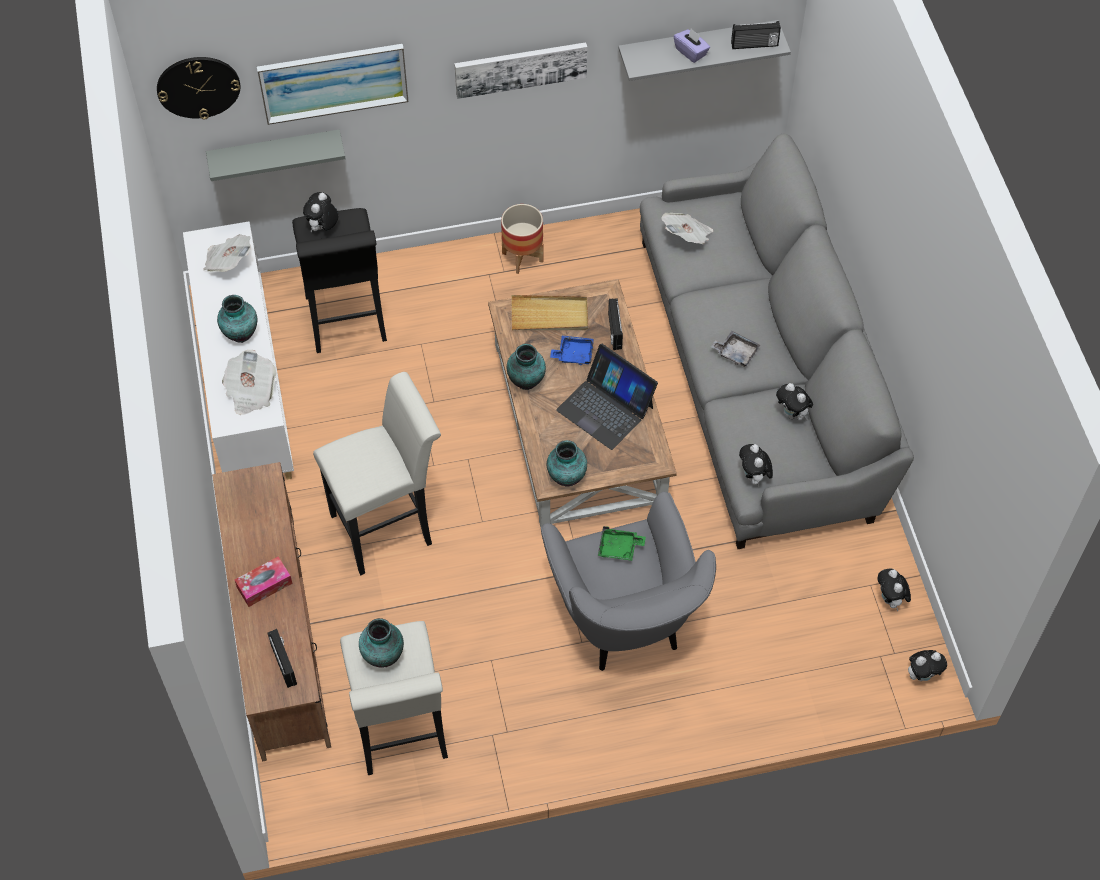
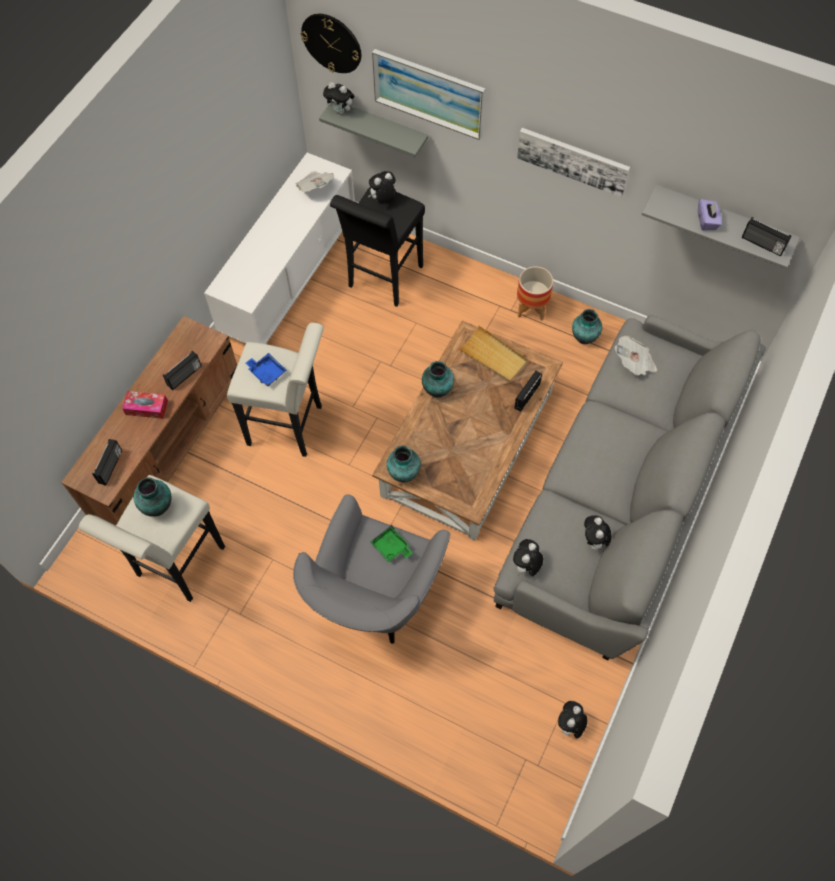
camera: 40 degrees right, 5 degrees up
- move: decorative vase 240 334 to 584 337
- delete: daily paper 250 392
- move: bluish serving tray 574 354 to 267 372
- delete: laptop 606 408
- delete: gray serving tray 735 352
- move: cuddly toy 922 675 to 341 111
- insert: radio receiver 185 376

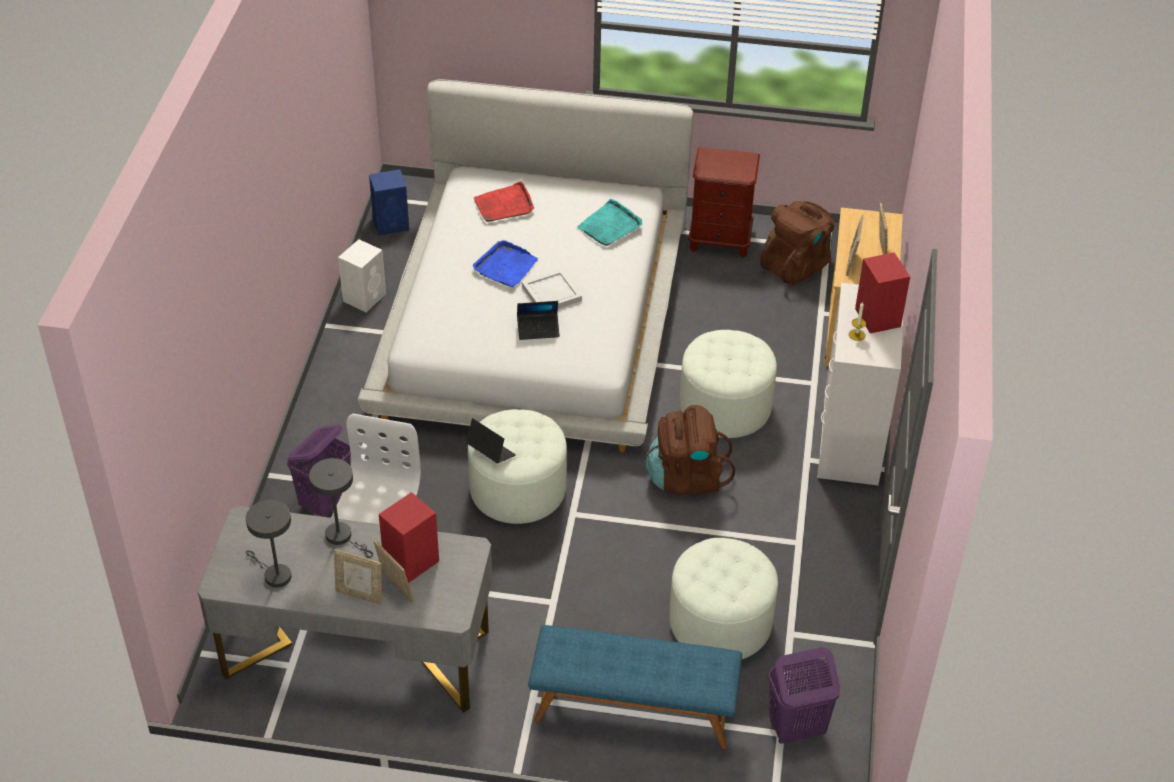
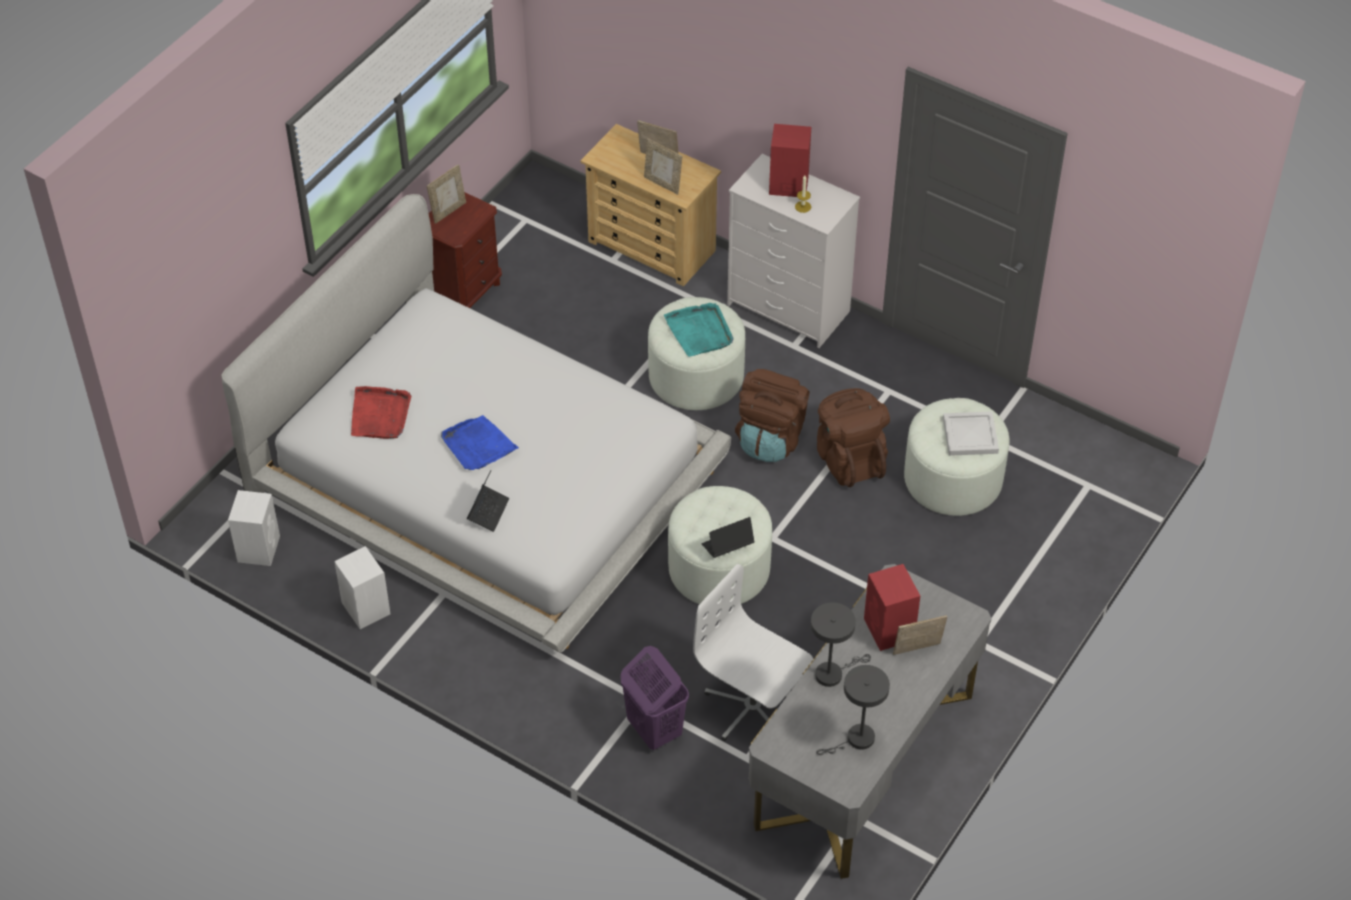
camera: 65 degrees left, 5 degrees up
- move: standing frame 360 595 to 448 211
- recolor: bluish audio speaker 392 224 to white audio speaker 259 548
- move: laptop 538 329 to 488 511
- move: white serving tray 551 294 to 971 436
- delete: bluish indoor bench 633 710
- move: turquoise-coloured serving tray 610 226 to 700 331
- move: brown backpack 796 265 to 849 459
- delete: purplish washing basket 795 728

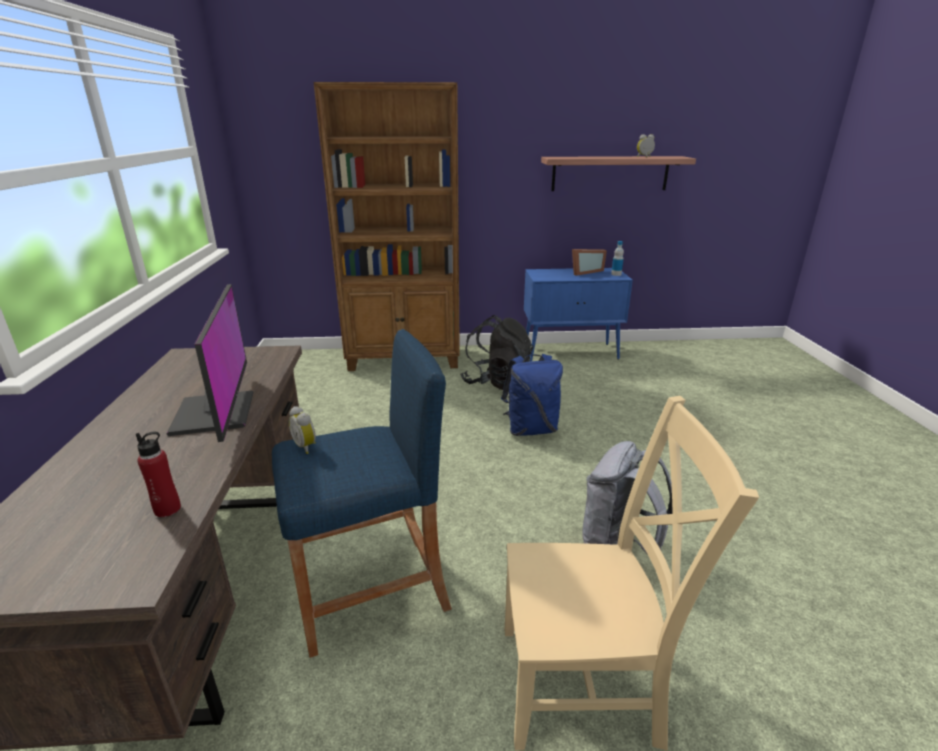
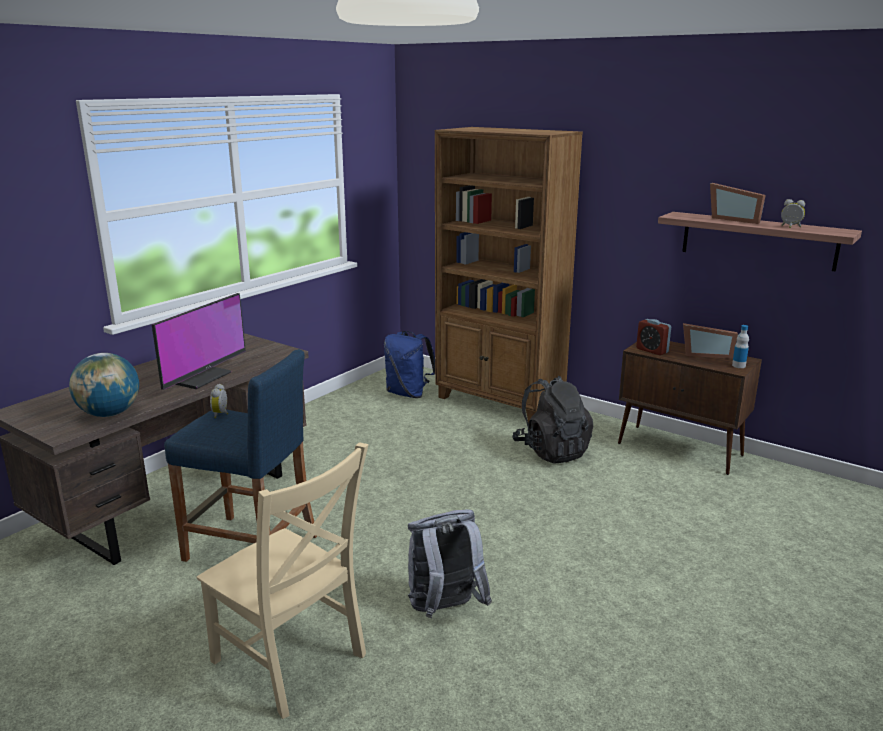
camera: 40 degrees right, 5 degrees down
- replace: red-coloured drink bottle 167 509 to world globe 109 414
- move: bluish backpack 531 429 to 408 393
- recolor: bluish cupboard 571 352 to brown cupboard 680 450
- insert: alarm clock 652 350
- insert: standing frame 735 219

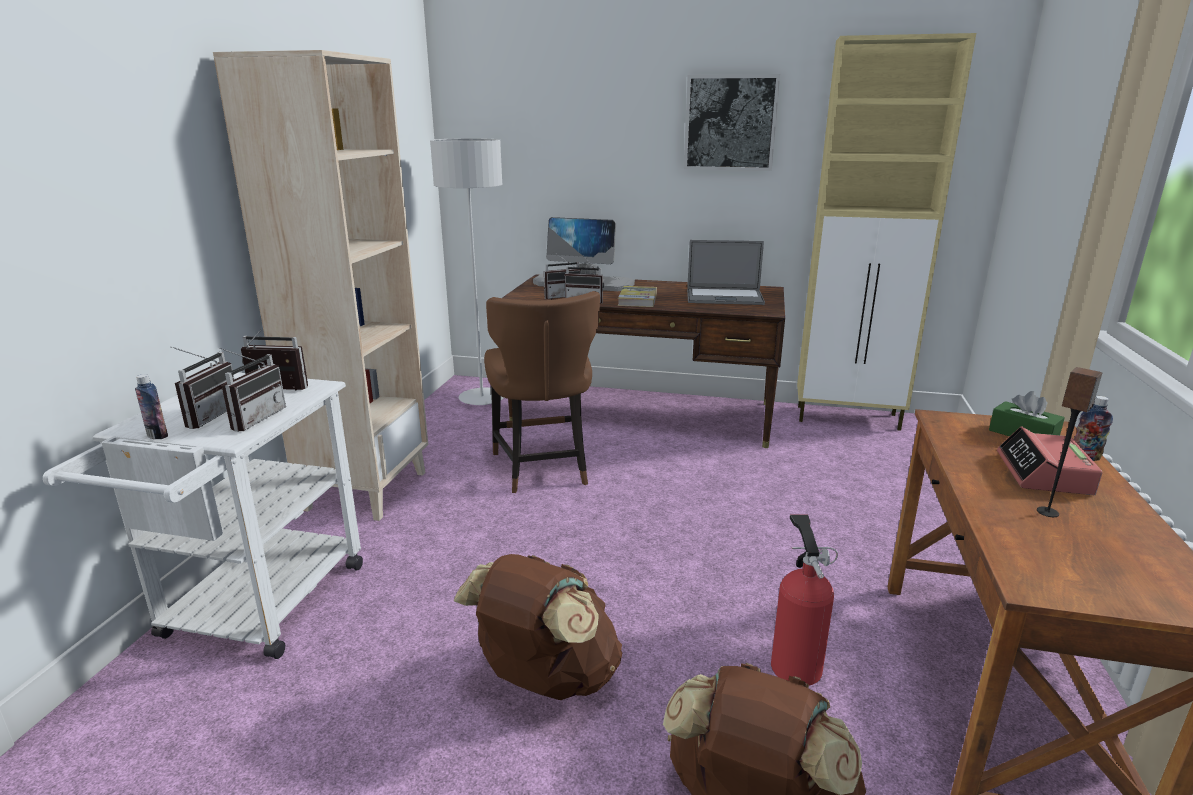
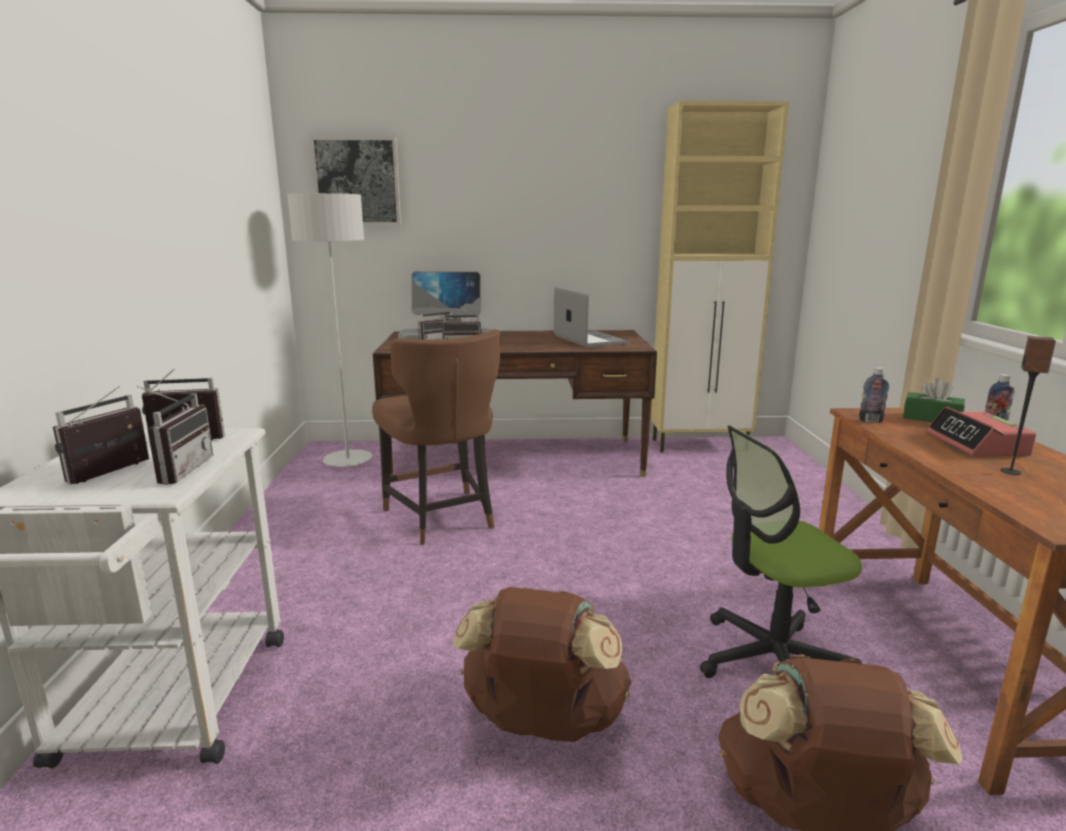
camera: 15 degrees left, 5 degrees down
- move: drink bottle 157 435 to 870 421
- rotate: radio receiver 207 416 = 114 474 150 degrees counterclockwise
- delete: beige-coloured bookshelf 366 490
- delete: bound book 637 299
- move: wall art 730 123 to 357 181
- rotate: laptop 724 297 = 590 340 105 degrees counterclockwise
- replace: fire-fighting cylinder 795 663 to office chair 772 662

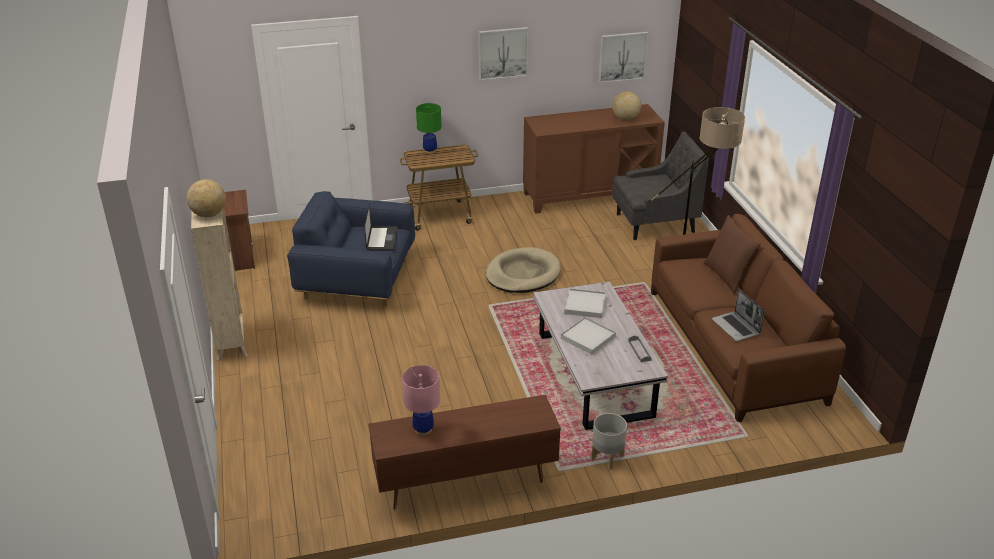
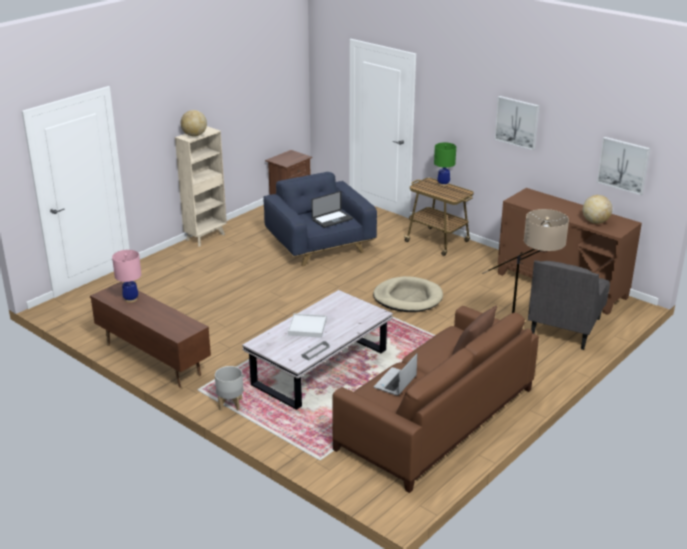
camera: 55 degrees right, 5 degrees down
- delete: white serving tray 584 305
- rotate: gray lounge chair 654 223 = 565 327 75 degrees clockwise

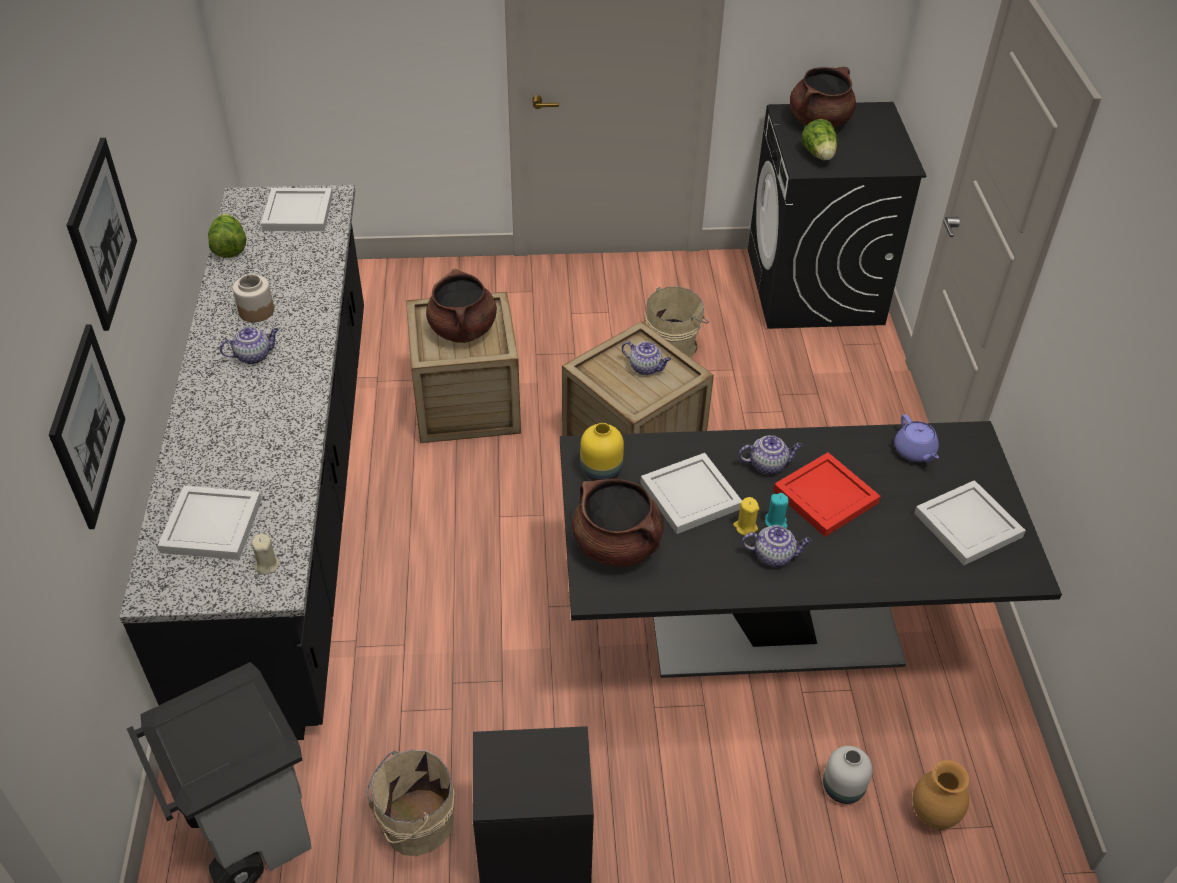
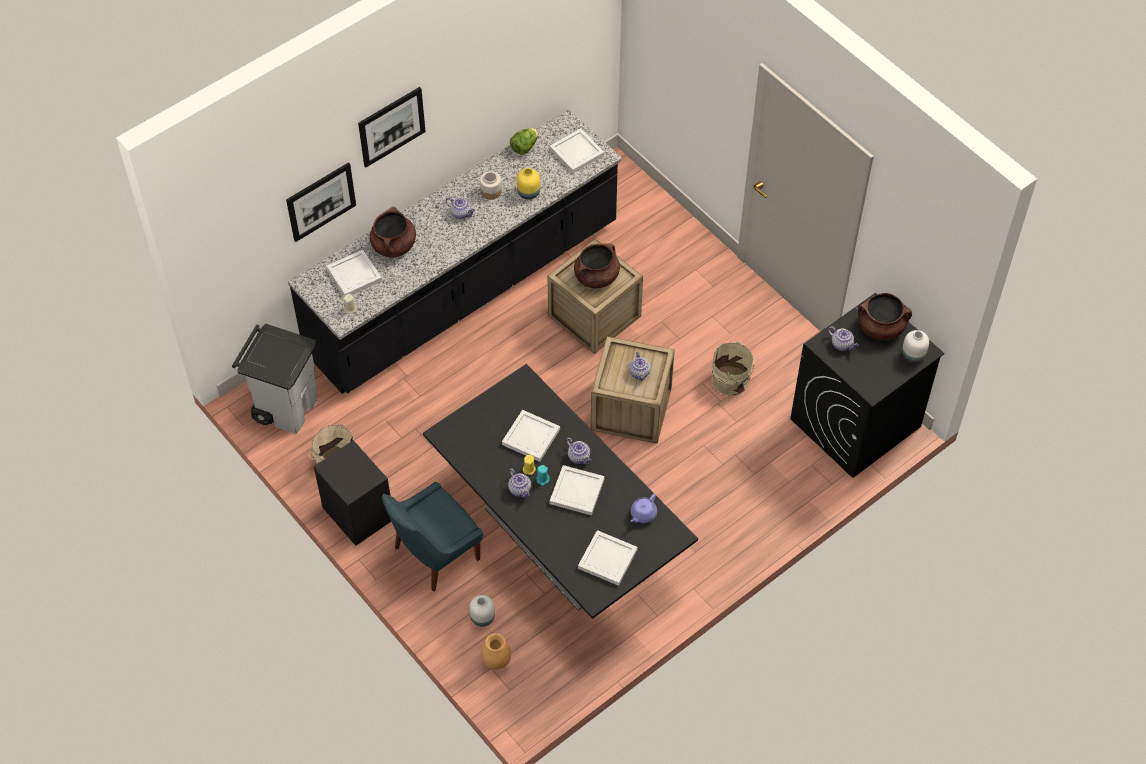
camera: 55 degrees right, 10 degrees up
- move: brown cooking pot 617 545 to 394 246
- move: yellow-coloured decorative vase 602 471 to 528 193
- recolor: red-coloured serving tray 823 496 to white serving tray 576 490
- replace: head of lettuce 819 155 to teapot 842 344
- insert: bluish upright chair 434 555
- insert: white decorative vase 912 355

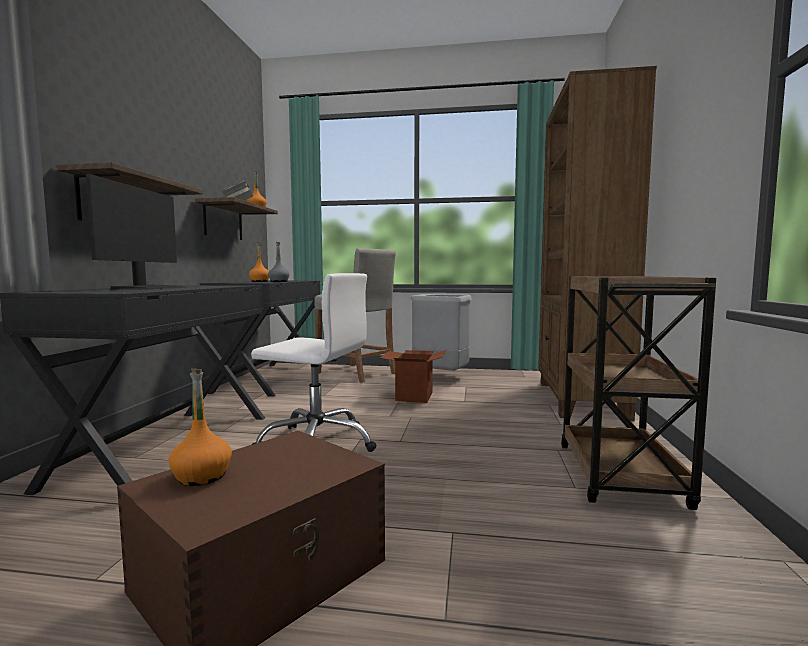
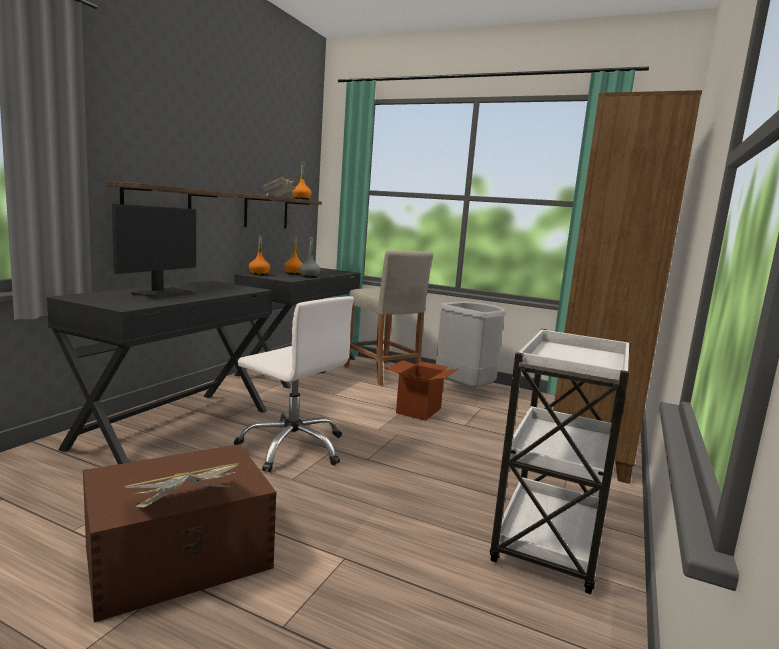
camera: 15 degrees right, 5 degrees up
- move: orange drink bottle 202 476 to 259 274
- recolor: brown trolley 620 476 to white trolley 549 542
- insert: bound book 183 504

